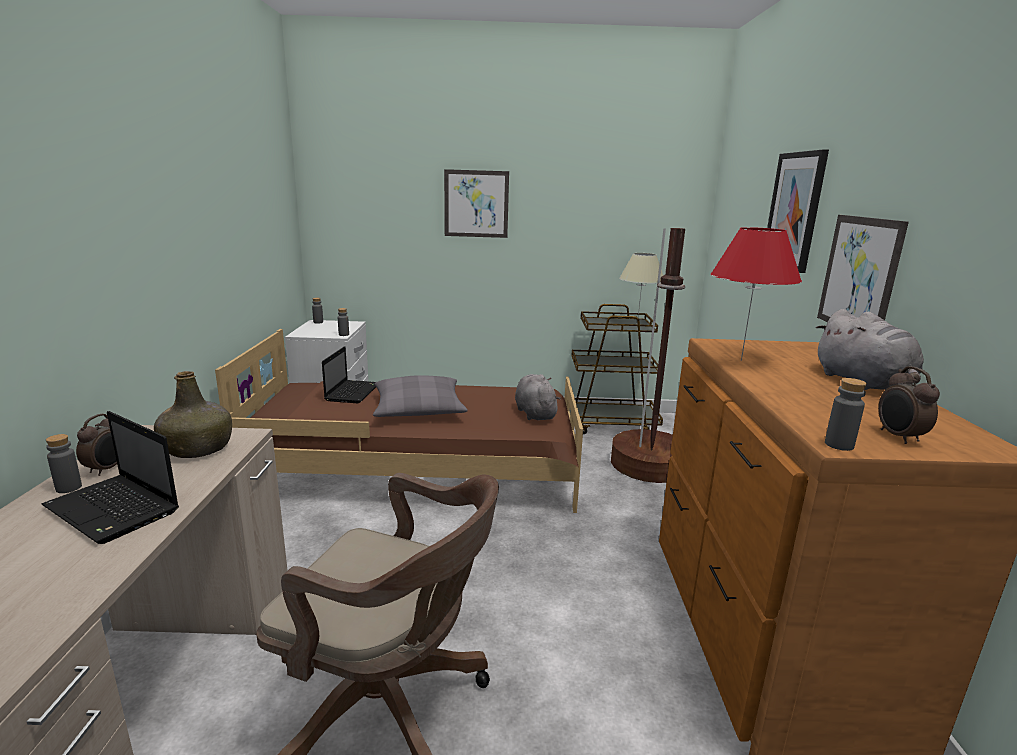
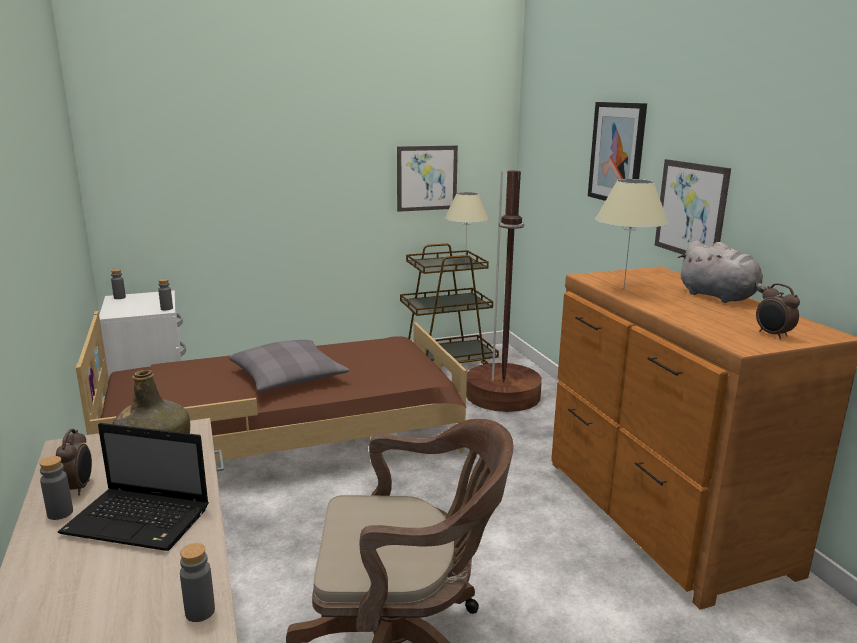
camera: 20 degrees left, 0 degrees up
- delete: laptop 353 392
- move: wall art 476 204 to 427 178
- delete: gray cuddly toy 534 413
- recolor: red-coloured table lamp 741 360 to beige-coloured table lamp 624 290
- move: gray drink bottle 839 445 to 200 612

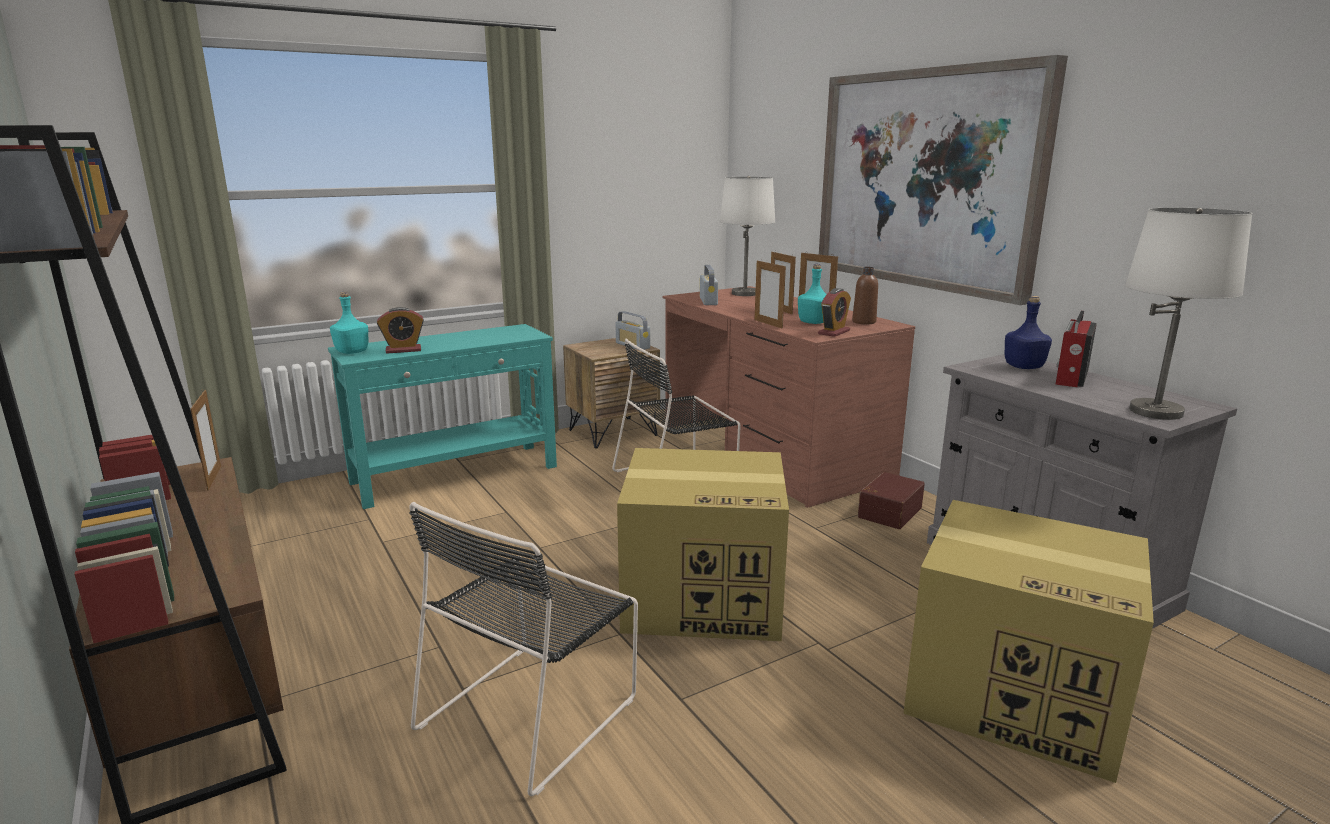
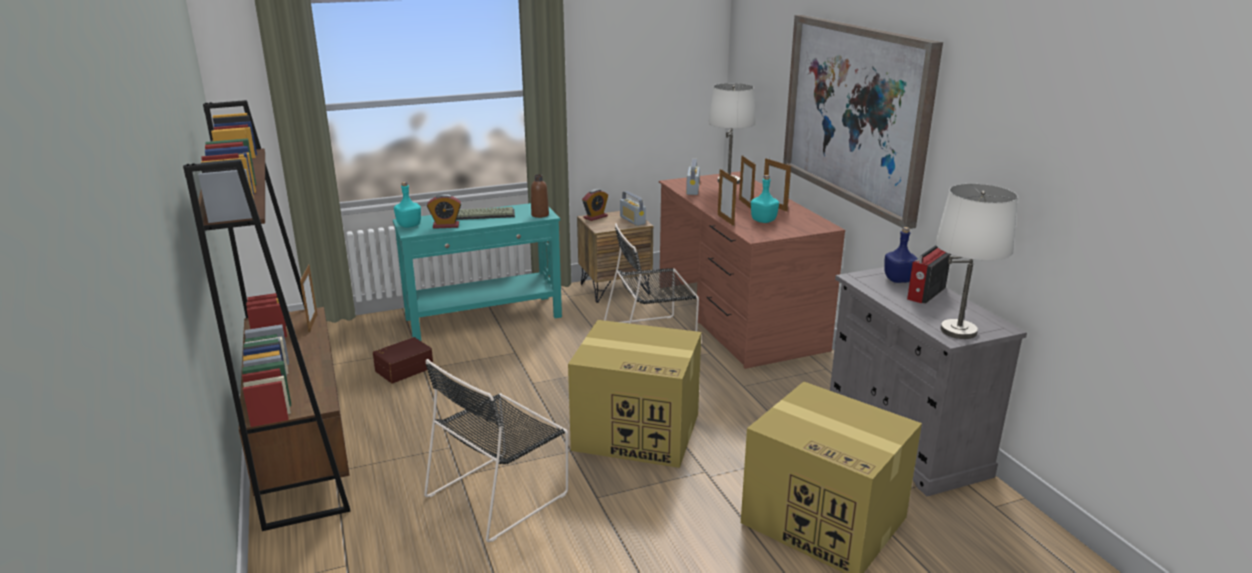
camera: 10 degrees right, 5 degrees up
- move: alarm clock 834 332 to 595 217
- move: brown drink bottle 864 322 to 540 215
- move: brown storage box 888 512 to 403 368
- insert: computer keyboard 485 214

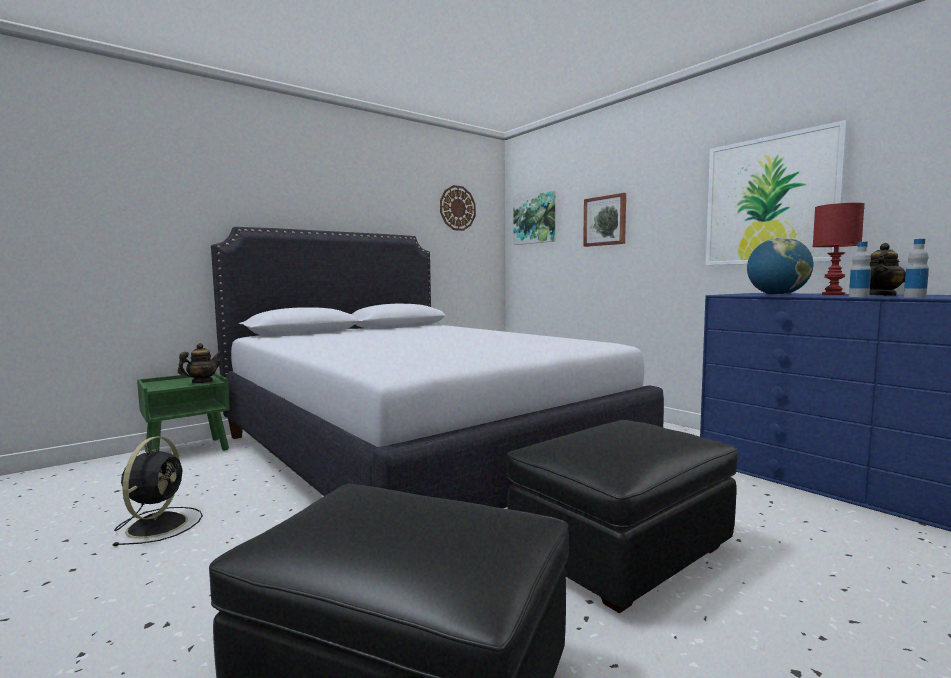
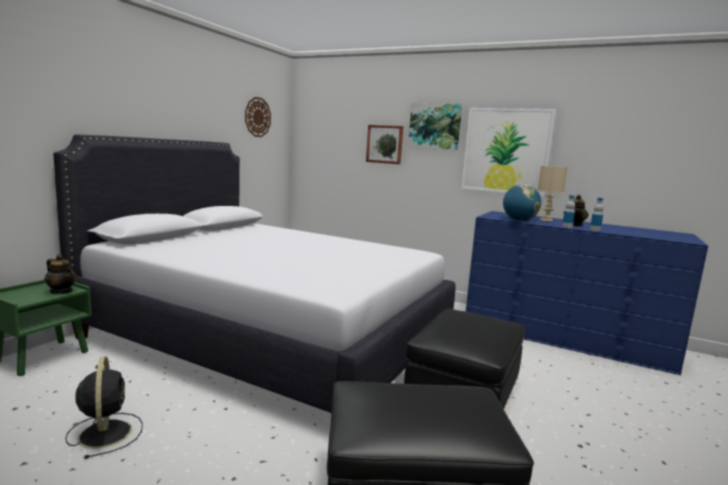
camera: 25 degrees left, 5 degrees up
- rotate: teapot 202 382 = 61 291 105 degrees clockwise
- move: wall art 535 219 to 435 126
- recolor: red-coloured table lamp 833 294 to beige-coloured table lamp 546 220

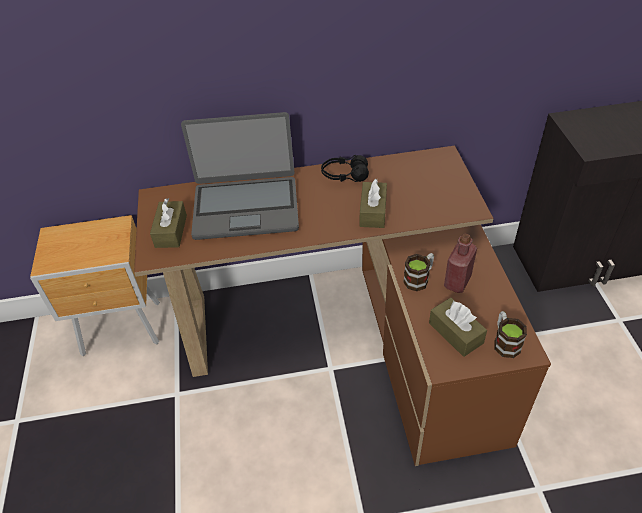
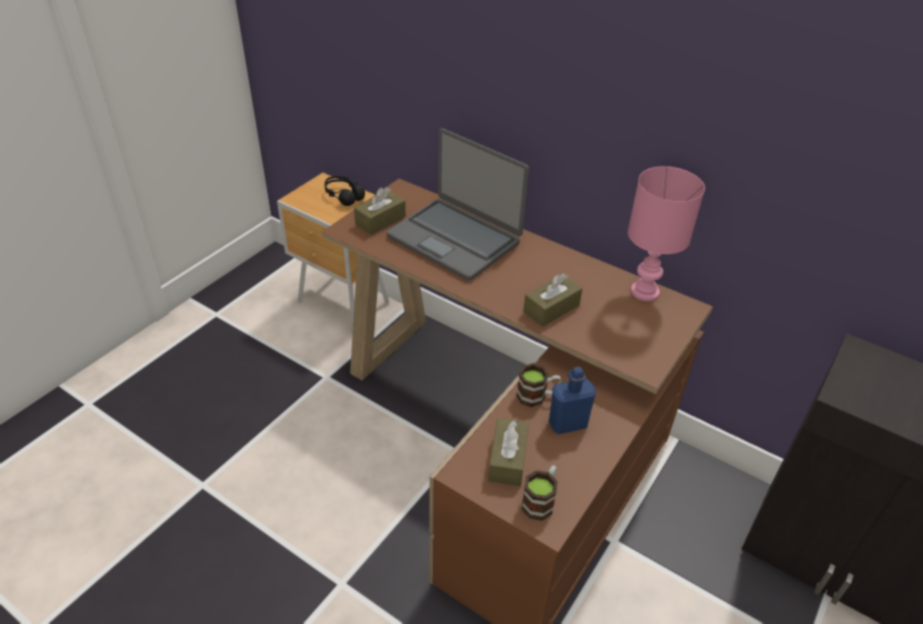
camera: 40 degrees right, 5 degrees down
- move: blackish pair of headphones 345 175 to 343 196
- recolor: red-coloured drink bottle 457 282 to bluish drink bottle 567 424
- insert: pink table lamp 644 293

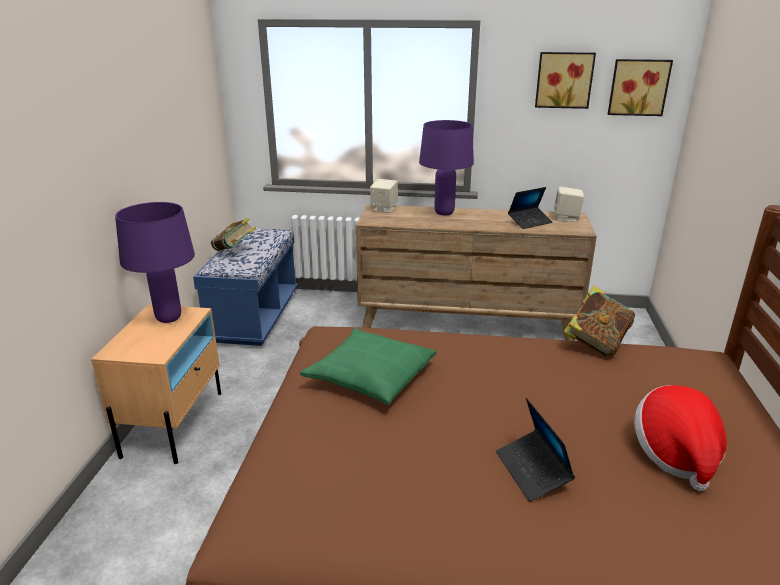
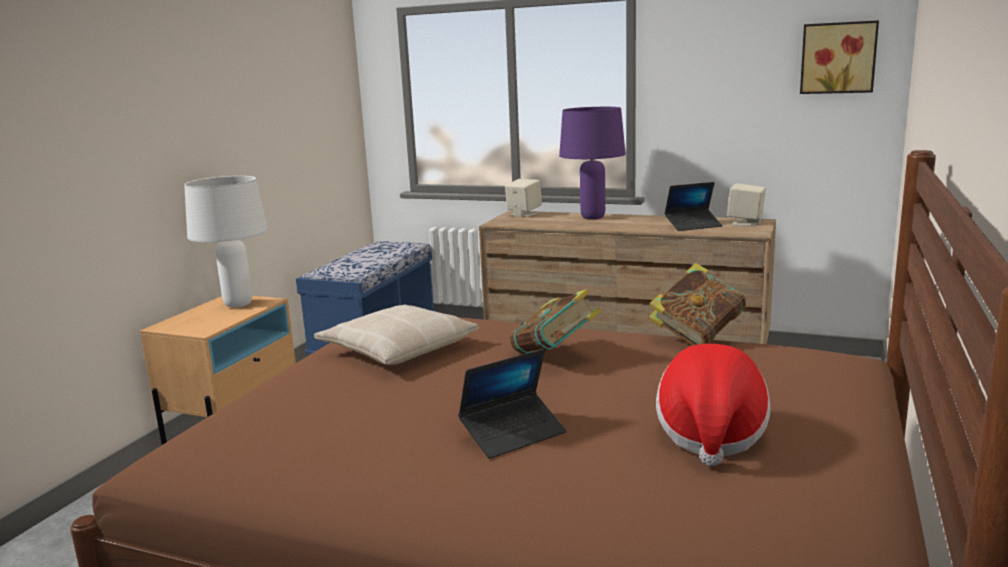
camera: 15 degrees right, 10 degrees down
- recolor: purplish table lamp 168 318 to white table lamp 237 304
- move: bound book 235 251 to 554 356
- recolor: green-coloured pillow 370 375 to beige-coloured pillow 398 348
- rotate: laptop 532 471 = 513 434 120 degrees counterclockwise
- delete: wall art 564 80

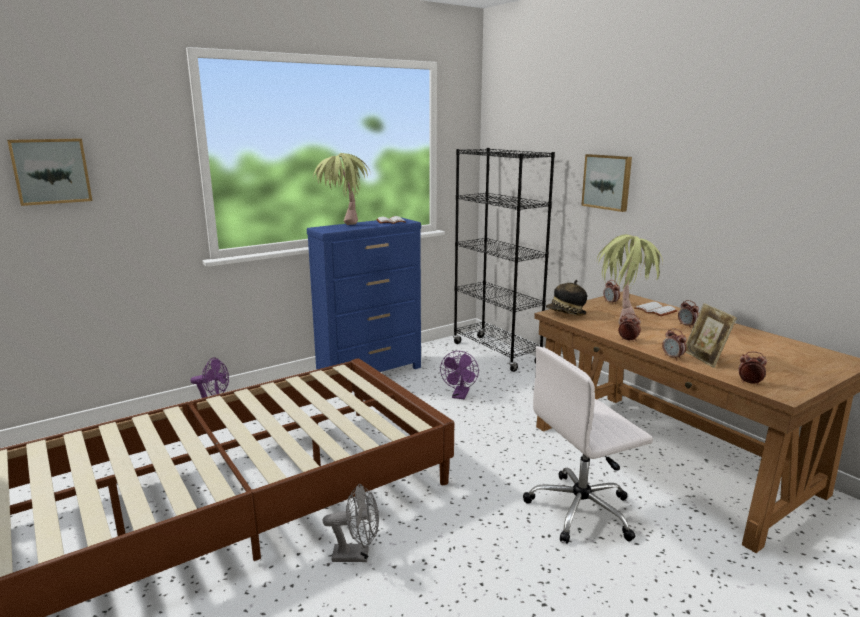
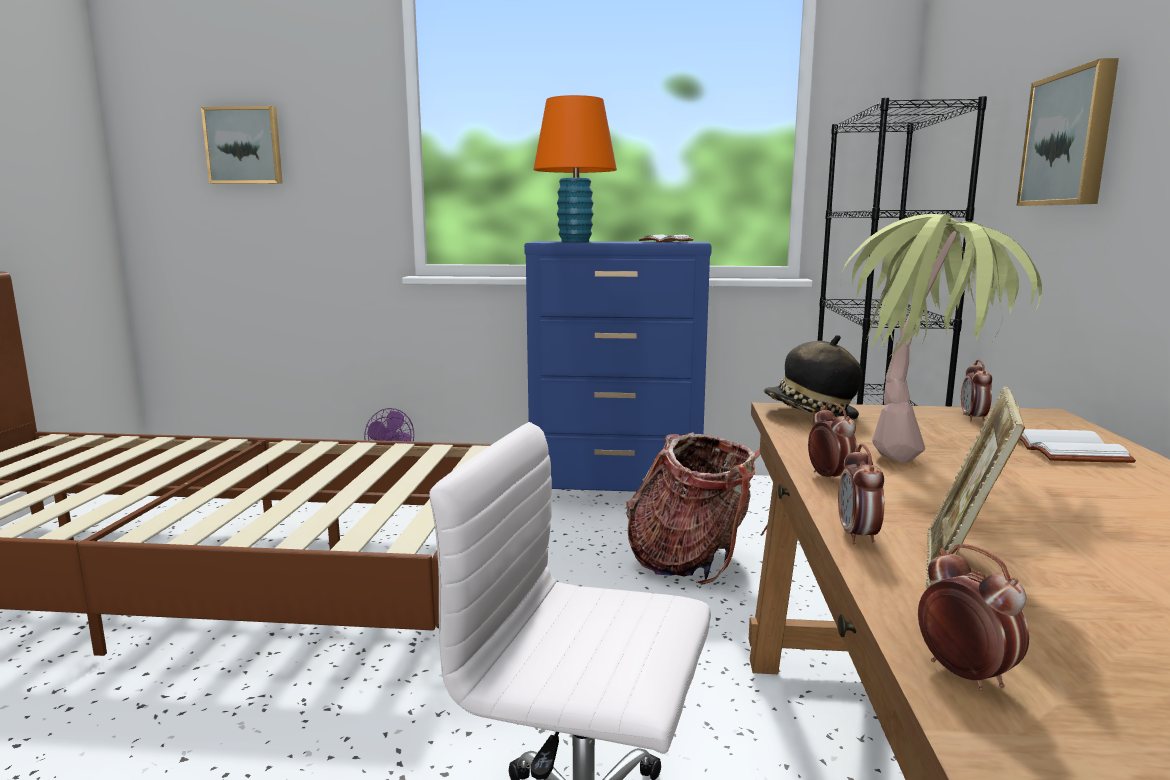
camera: 40 degrees right, 5 degrees down
- replace: houseplant 343 227 to orange table lamp 575 241
- delete: gray fan 357 555
- replace: purplish fan 460 396 to backpack 695 562
- delete: alarm clock 687 325

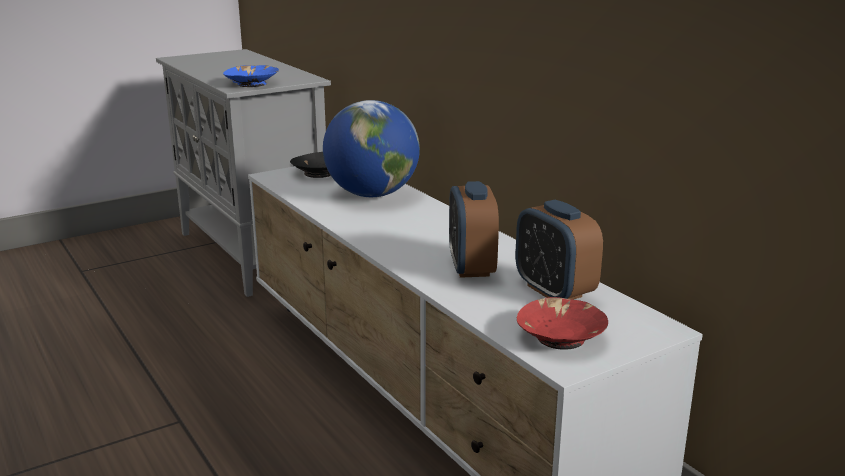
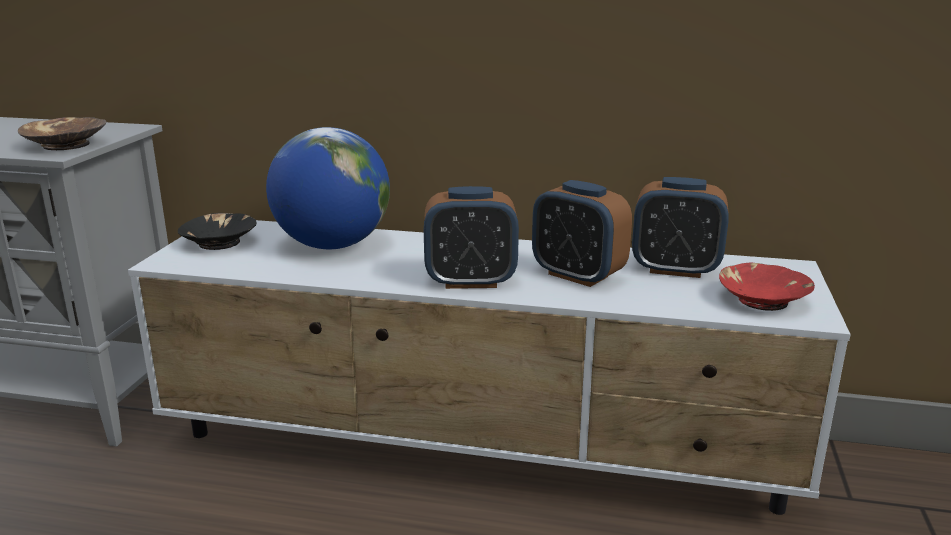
camera: 45 degrees left, 0 degrees up
- recolor: bluish bowl 252 84 to brown bowl 67 145
- insert: alarm clock 470 281

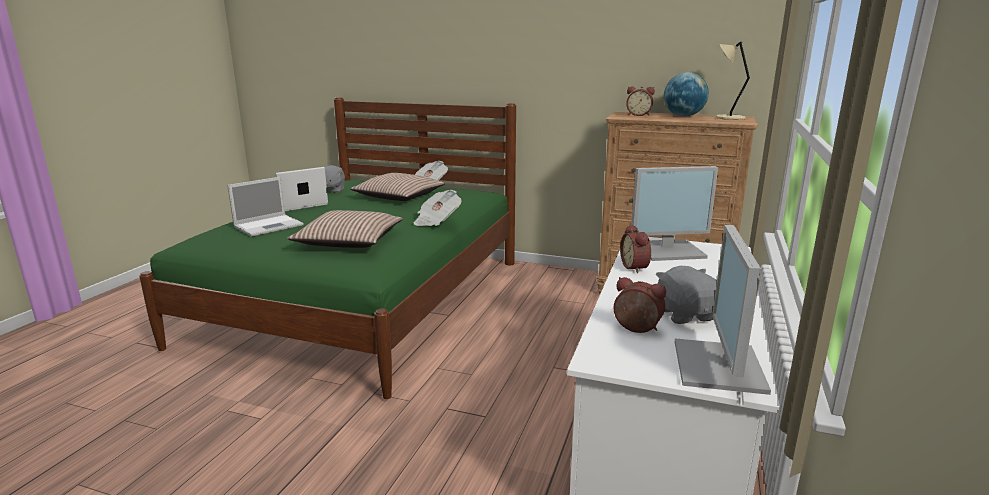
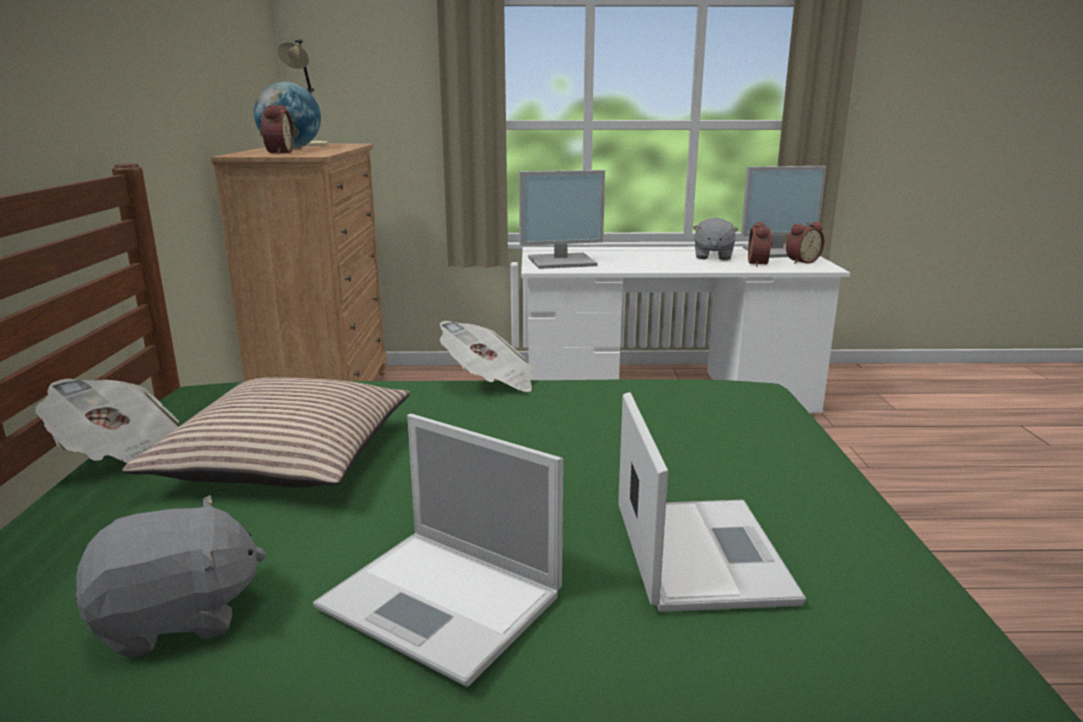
camera: 110 degrees left, 0 degrees up
- rotate: laptop 270 225 = 699 551 60 degrees clockwise
- delete: pillow 349 241
- move: alarm clock 636 267 to 801 261
- rotate: computer screen 670 250 = 563 261 105 degrees clockwise
- rotate: gray cuddly toy 686 315 = 712 256 45 degrees counterclockwise

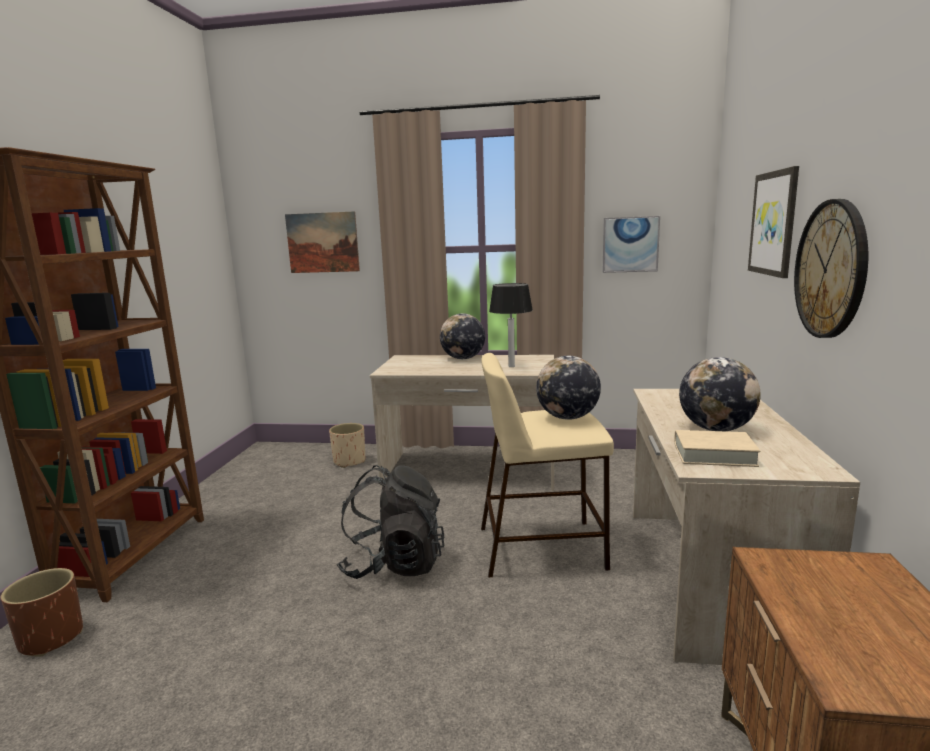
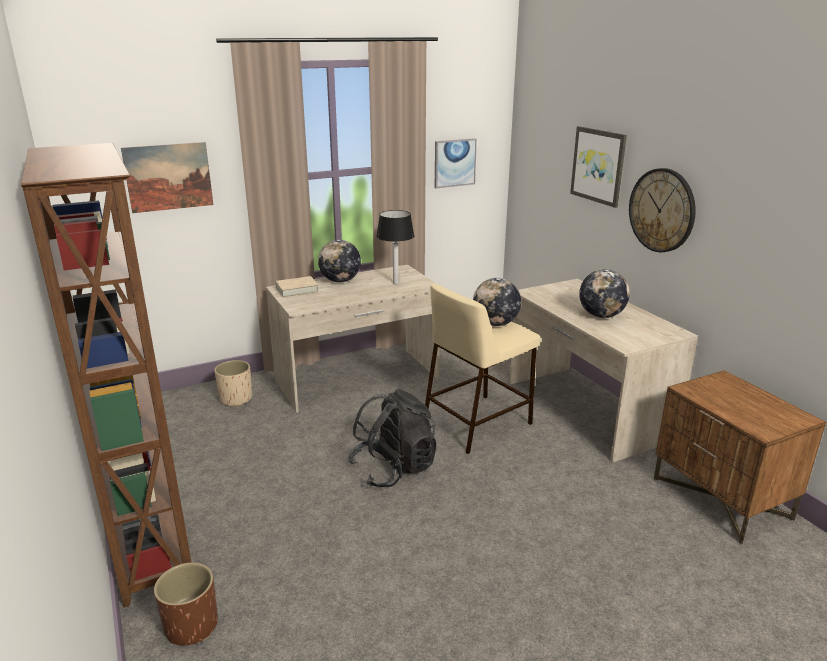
camera: 35 degrees left, 10 degrees up
- move: beige-coloured bound book 714 454 to 297 290

